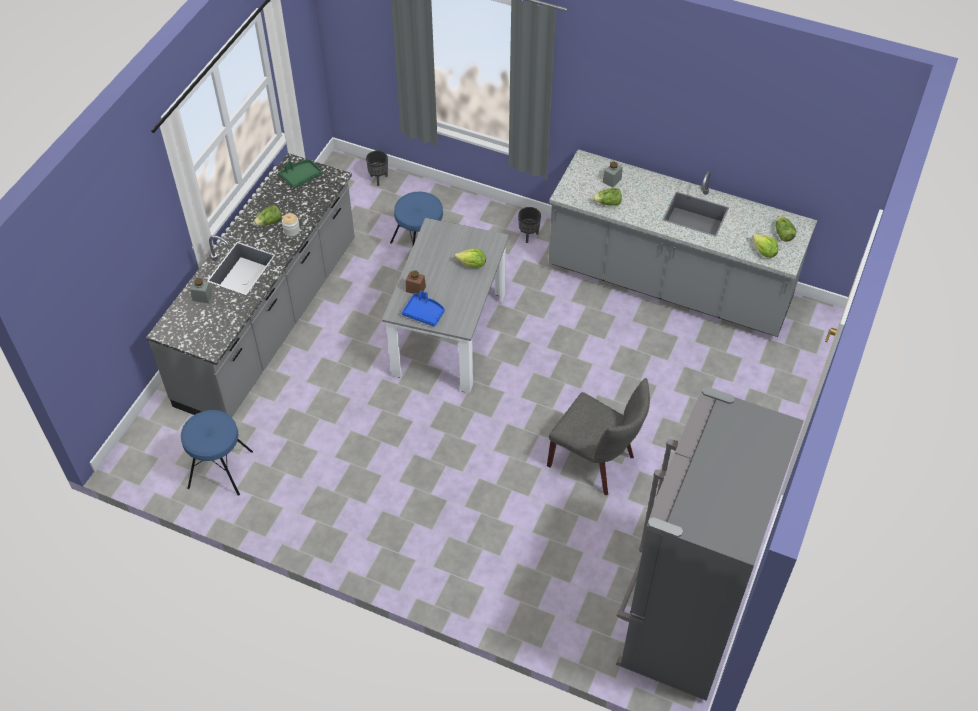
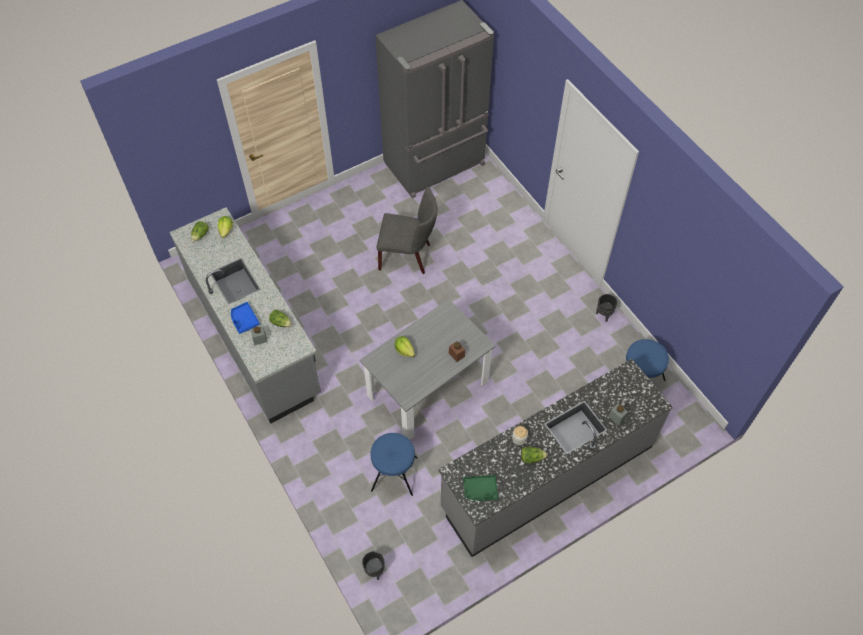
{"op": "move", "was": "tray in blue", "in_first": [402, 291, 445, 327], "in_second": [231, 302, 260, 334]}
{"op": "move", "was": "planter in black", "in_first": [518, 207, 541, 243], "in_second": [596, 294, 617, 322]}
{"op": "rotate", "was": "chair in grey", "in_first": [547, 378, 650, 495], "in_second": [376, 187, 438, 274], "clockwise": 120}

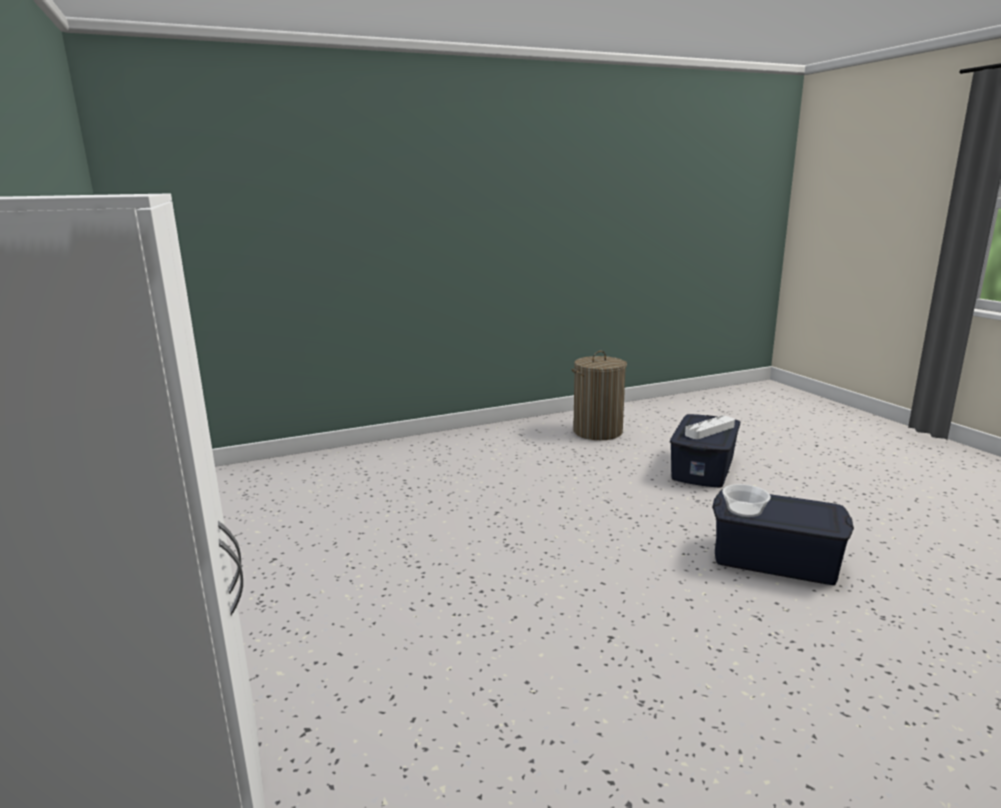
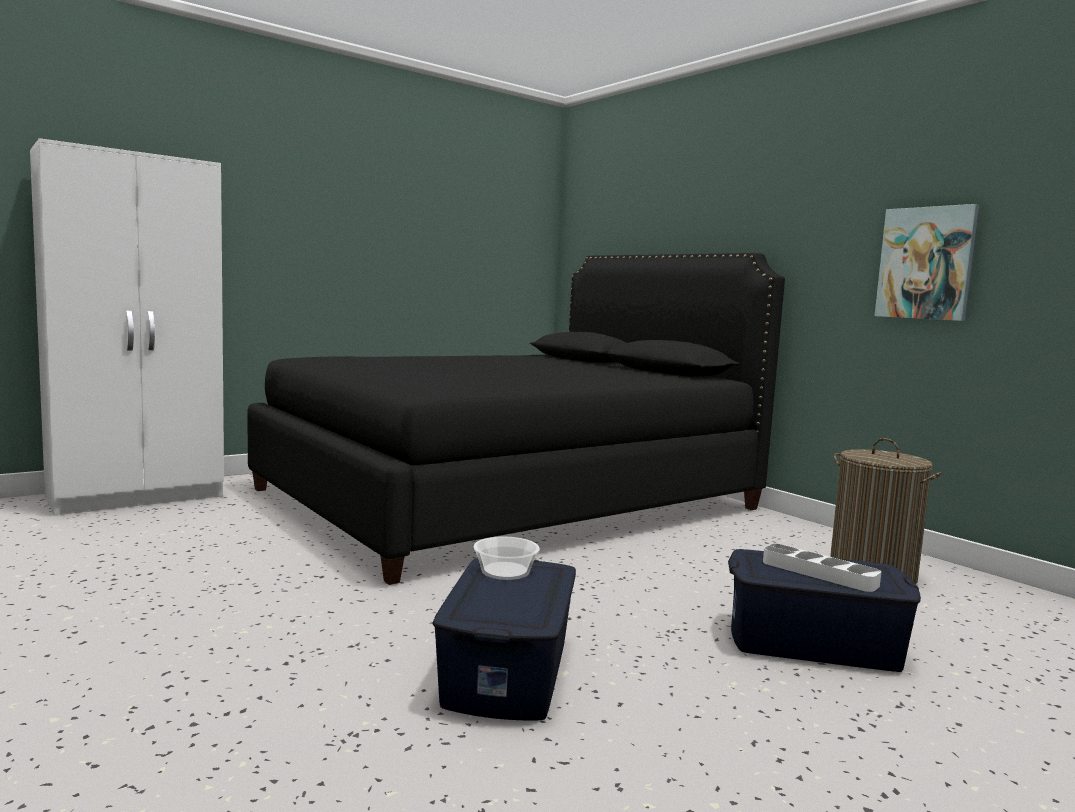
{"op": "insert", "now": "bed in black", "in_second": [247, 253, 785, 585]}
{"op": "insert", "now": "picture", "in_second": [874, 204, 979, 321]}

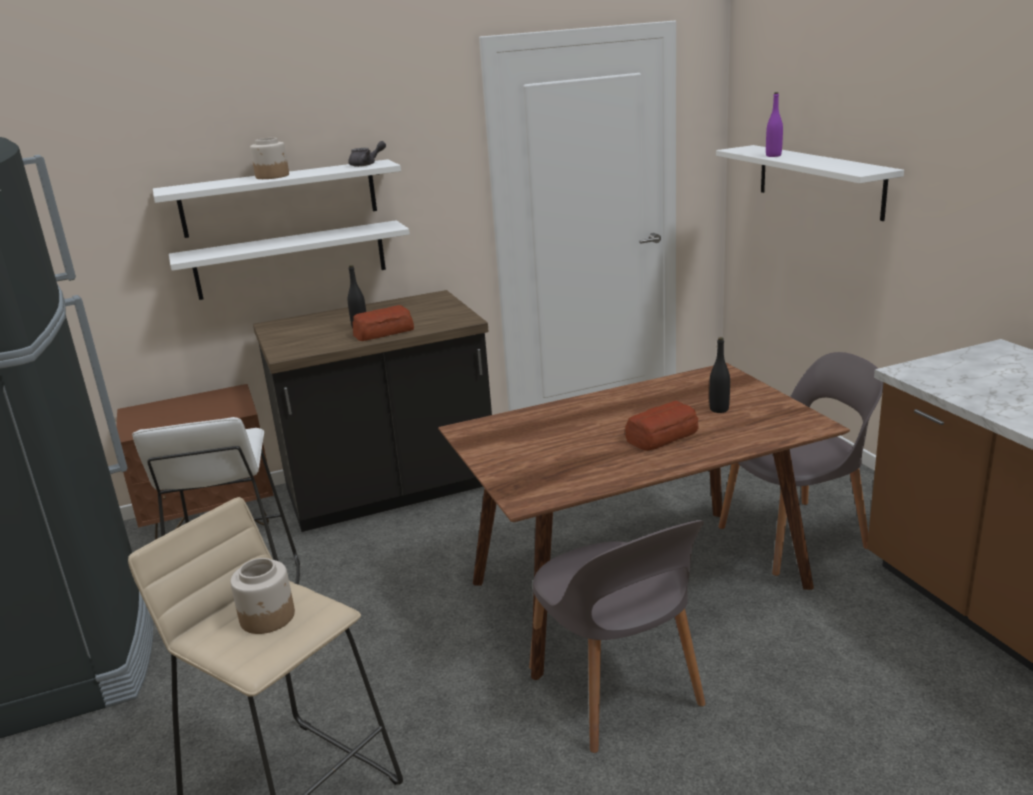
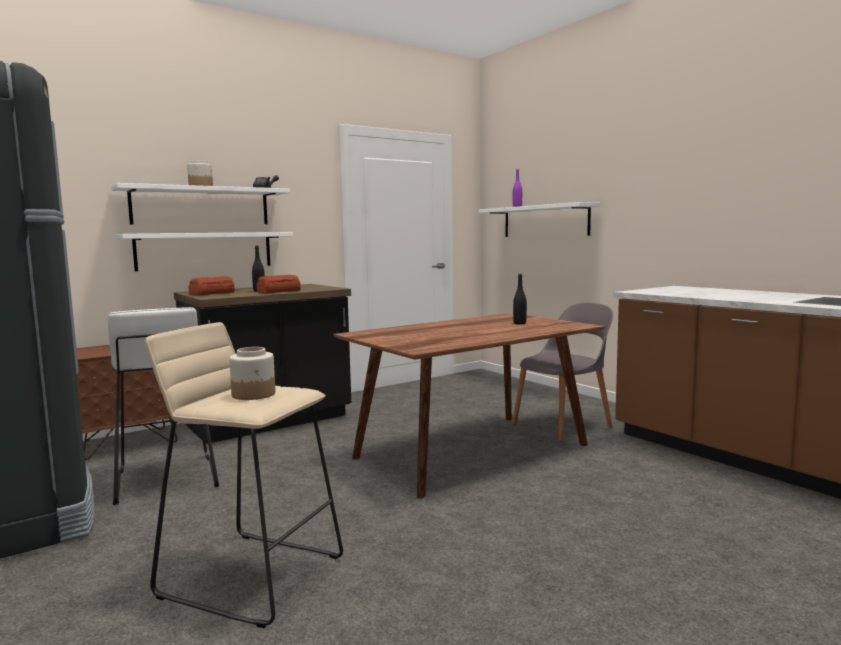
{"op": "delete", "was": "chair in grey", "in_first": [529, 520, 706, 753]}
{"op": "move", "was": "bread", "in_first": [625, 401, 699, 451], "in_second": [188, 276, 235, 295]}

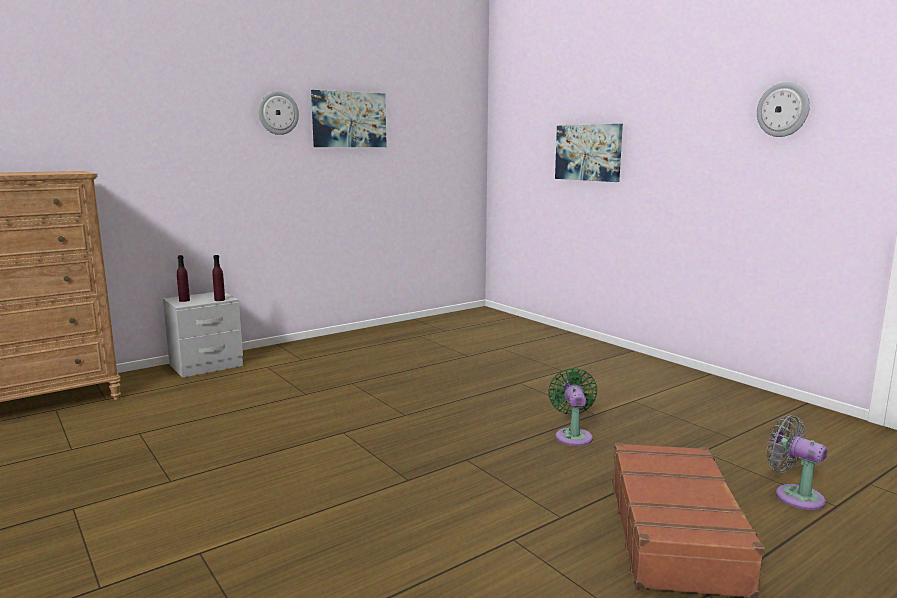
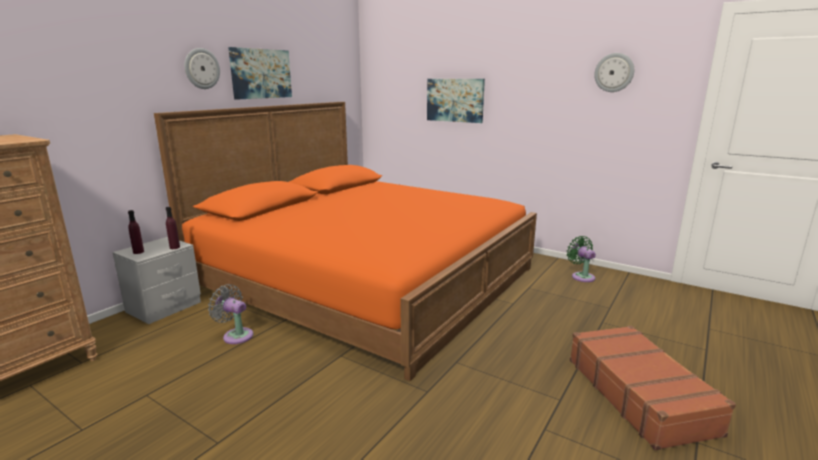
{"op": "move", "was": "fan in green", "in_first": [548, 368, 598, 446], "in_second": [567, 236, 596, 282]}
{"op": "move", "was": "fan in grey", "in_first": [767, 415, 828, 510], "in_second": [208, 284, 253, 344]}
{"op": "insert", "now": "bed in orange", "in_second": [154, 102, 537, 381]}

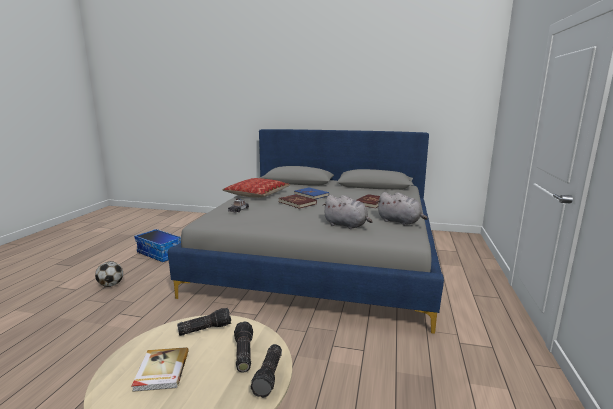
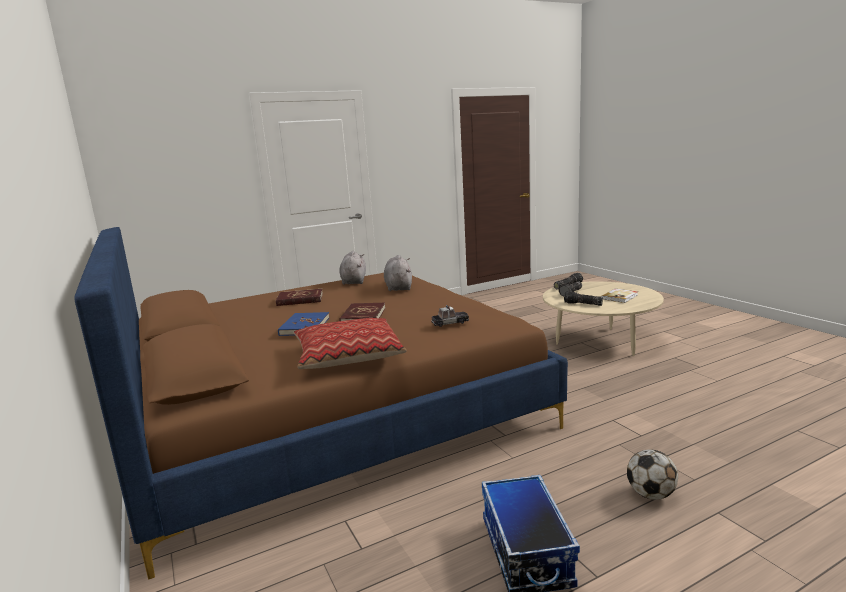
{"op": "recolor", "was": "bed in grey", "now": "bed in brown", "in_first": [168, 129, 444, 334], "in_second": [74, 227, 568, 579]}

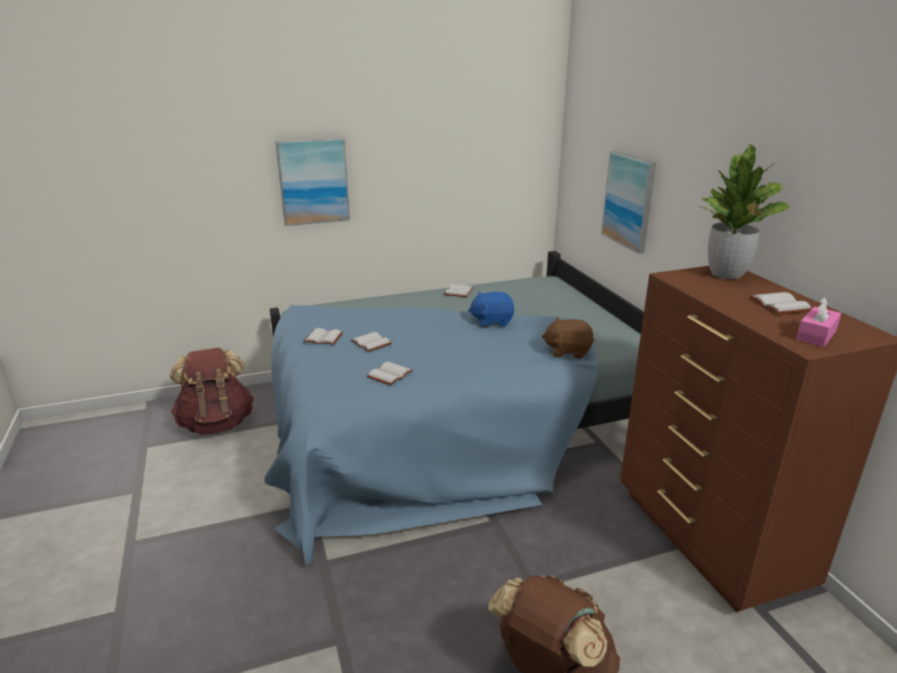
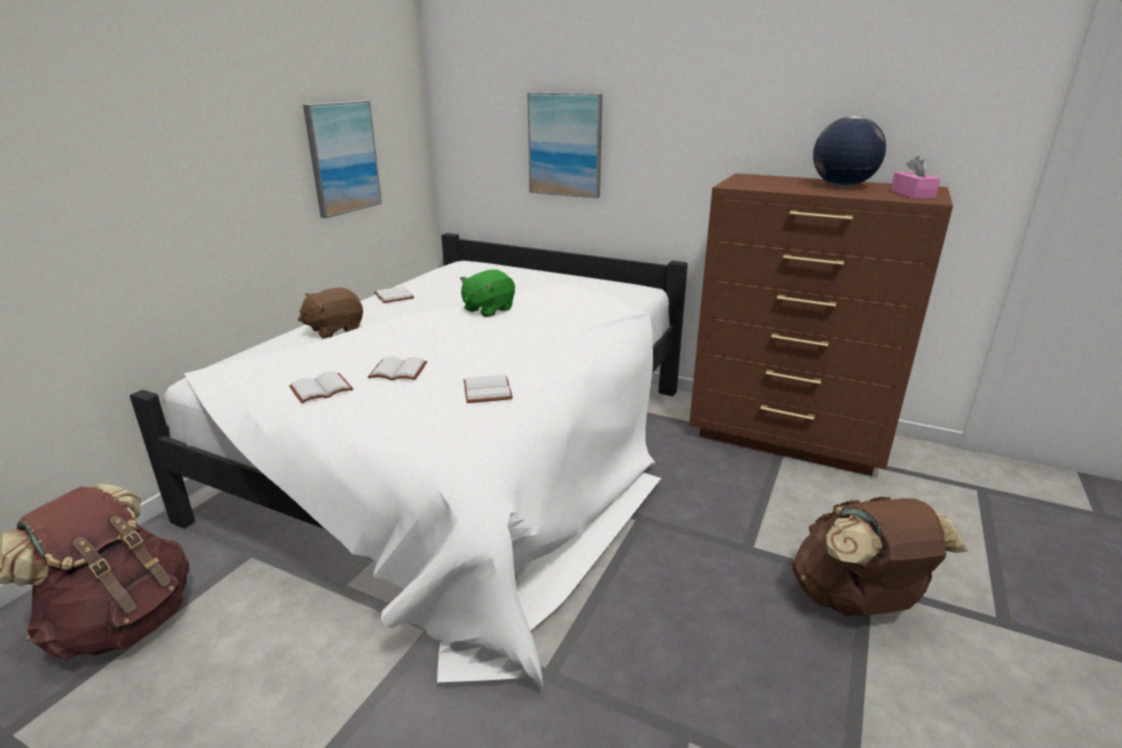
{"op": "recolor", "was": "bed in blue", "now": "bed in white", "in_first": [264, 251, 644, 565], "in_second": [130, 233, 688, 689]}
{"op": "move", "was": "picture", "in_first": [275, 137, 350, 226], "in_second": [303, 101, 382, 218]}
{"op": "recolor", "was": "plush toy in blue", "now": "plush toy in green", "in_first": [468, 292, 515, 327], "in_second": [460, 269, 515, 317]}
{"op": "move", "was": "plush toy in brown", "in_first": [542, 317, 594, 359], "in_second": [298, 287, 363, 338]}
{"op": "delete", "was": "potted plant", "in_first": [699, 144, 790, 279]}
{"op": "replace", "was": "book in white", "now": "globe", "in_first": [750, 292, 812, 314], "in_second": [813, 116, 886, 187]}

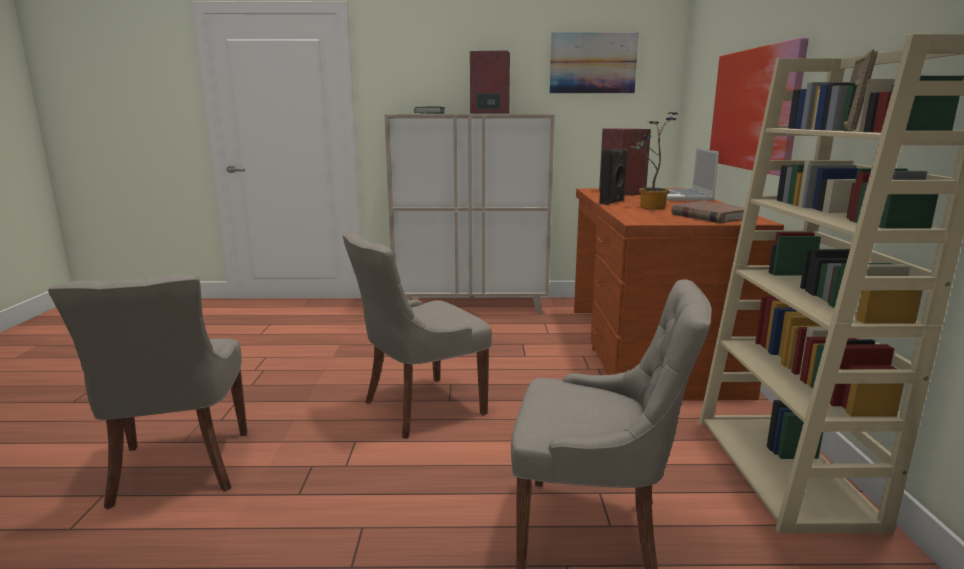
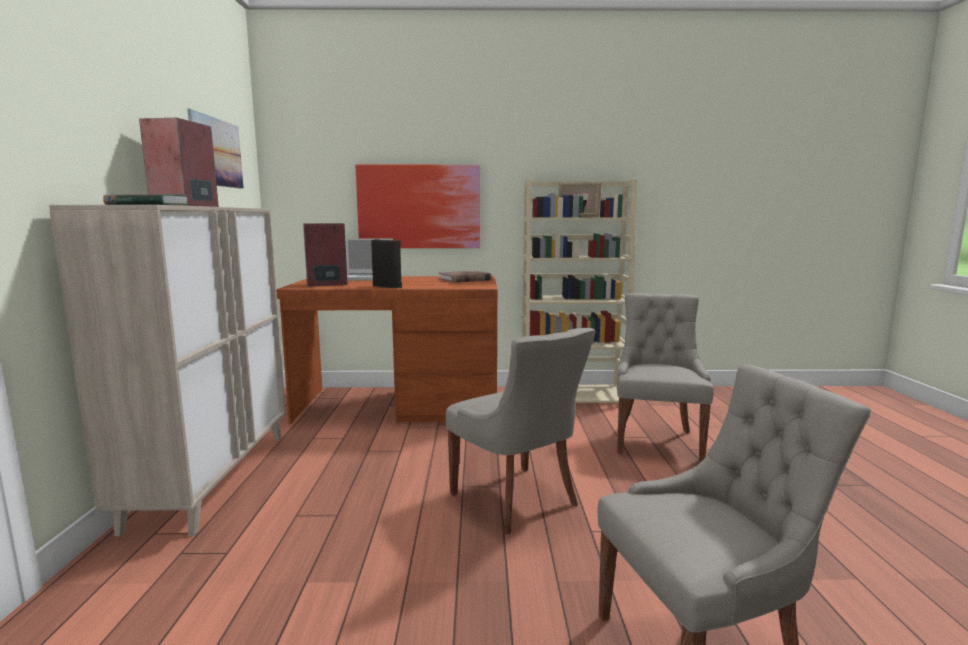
{"op": "delete", "was": "potted plant", "in_first": [631, 112, 678, 209]}

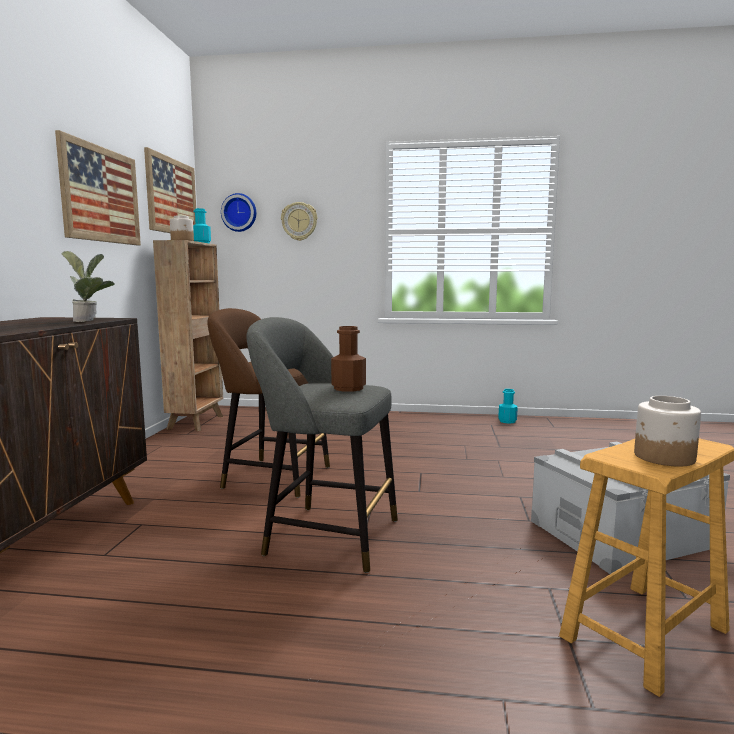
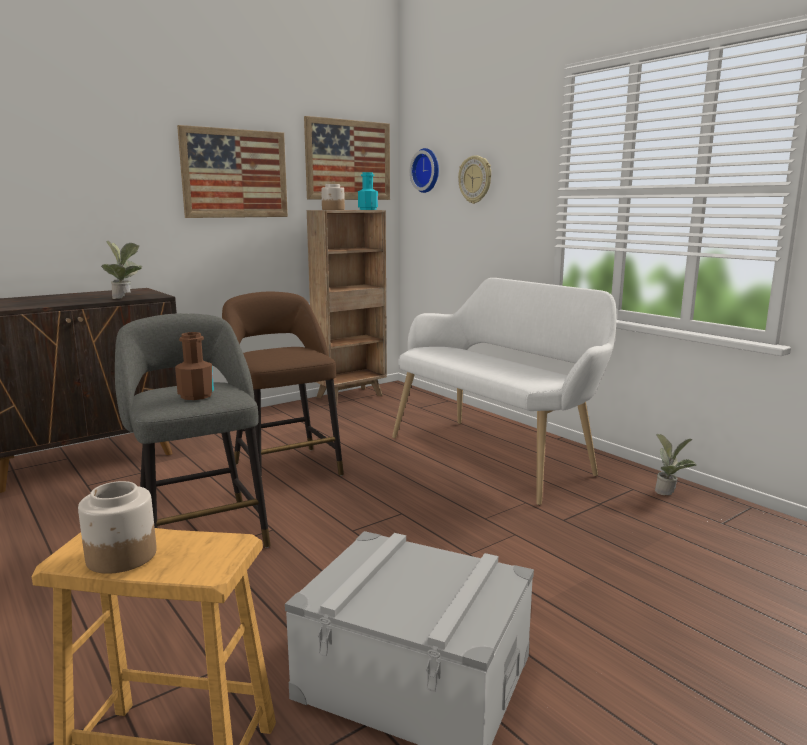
{"op": "replace", "was": "bottle in turquoise", "now": "potted plant", "in_first": [498, 389, 518, 424], "in_second": [655, 434, 696, 495]}
{"op": "insert", "now": "bench in white", "in_second": [392, 278, 616, 505]}

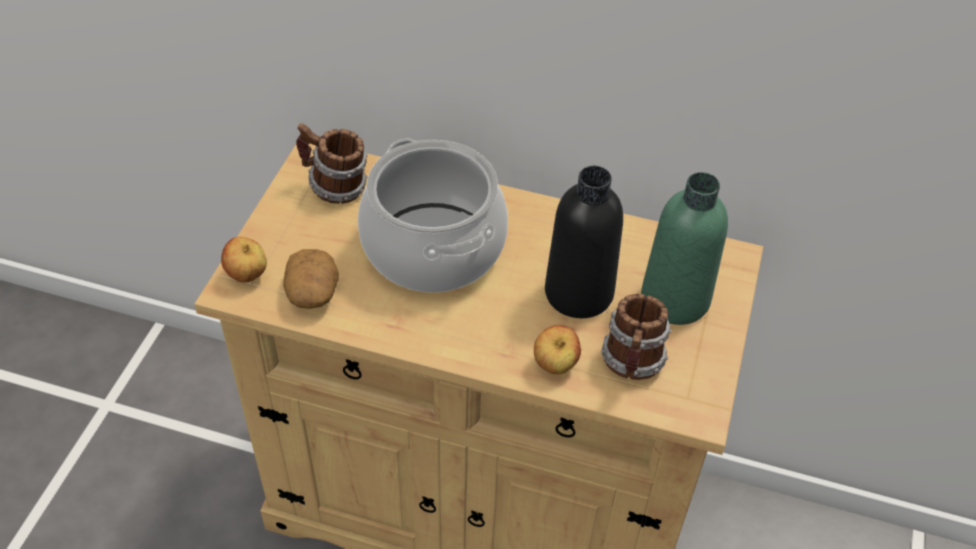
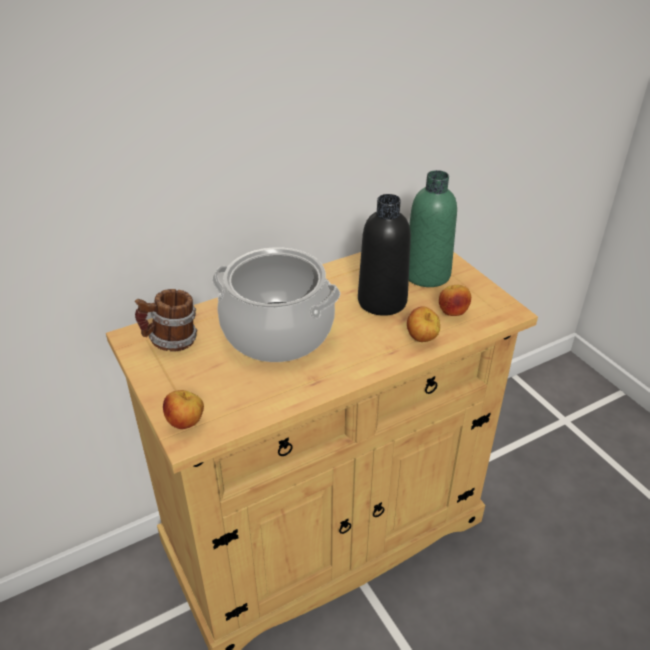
{"op": "delete", "was": "potato", "in_first": [283, 249, 339, 309]}
{"op": "replace", "was": "mug", "now": "apple", "in_first": [601, 294, 671, 380], "in_second": [439, 285, 471, 316]}

